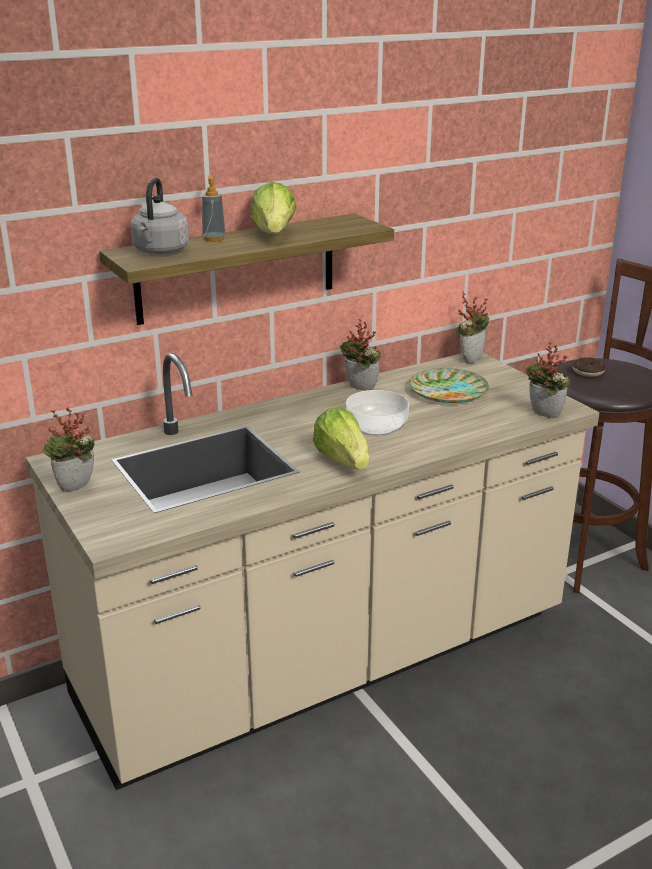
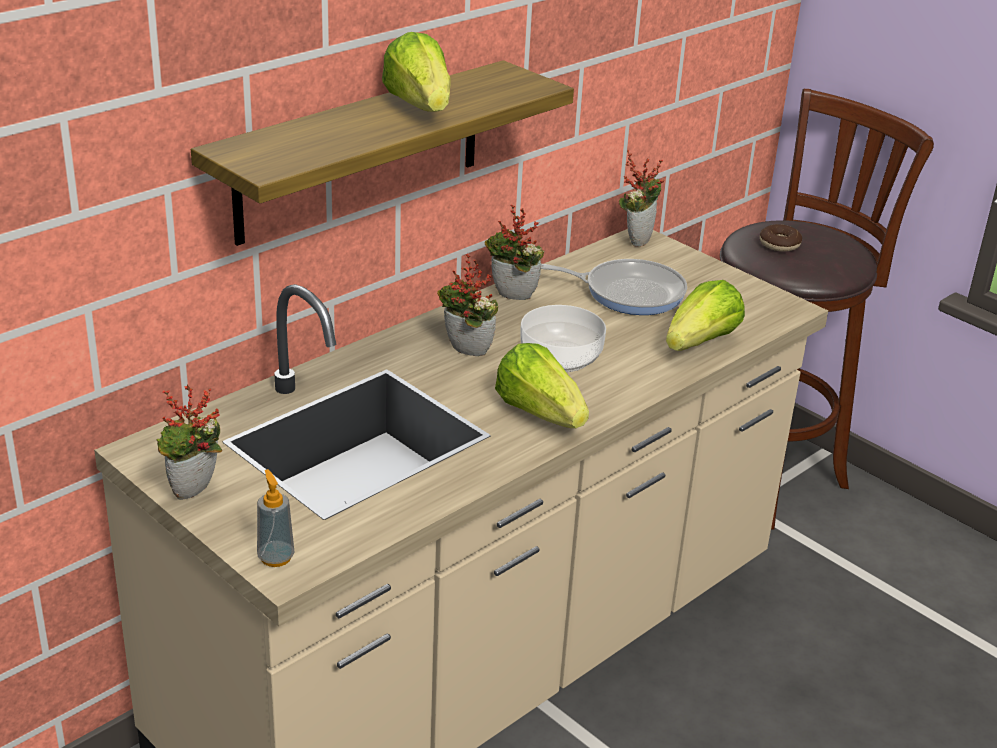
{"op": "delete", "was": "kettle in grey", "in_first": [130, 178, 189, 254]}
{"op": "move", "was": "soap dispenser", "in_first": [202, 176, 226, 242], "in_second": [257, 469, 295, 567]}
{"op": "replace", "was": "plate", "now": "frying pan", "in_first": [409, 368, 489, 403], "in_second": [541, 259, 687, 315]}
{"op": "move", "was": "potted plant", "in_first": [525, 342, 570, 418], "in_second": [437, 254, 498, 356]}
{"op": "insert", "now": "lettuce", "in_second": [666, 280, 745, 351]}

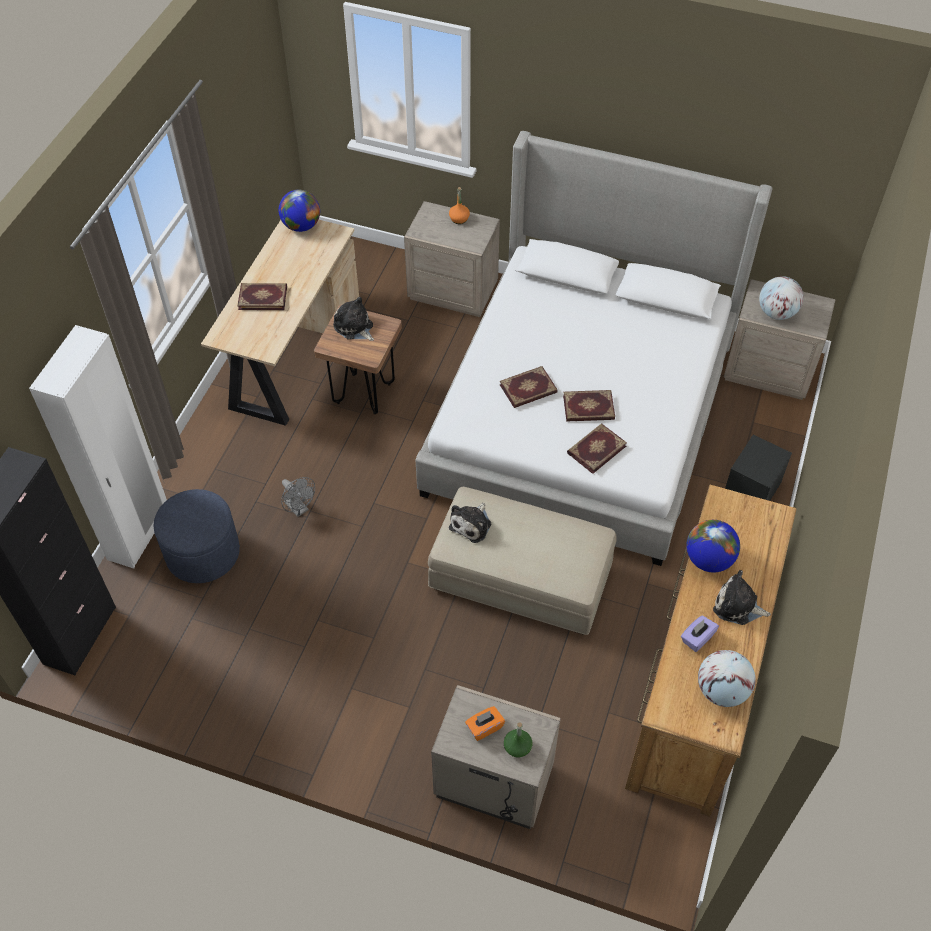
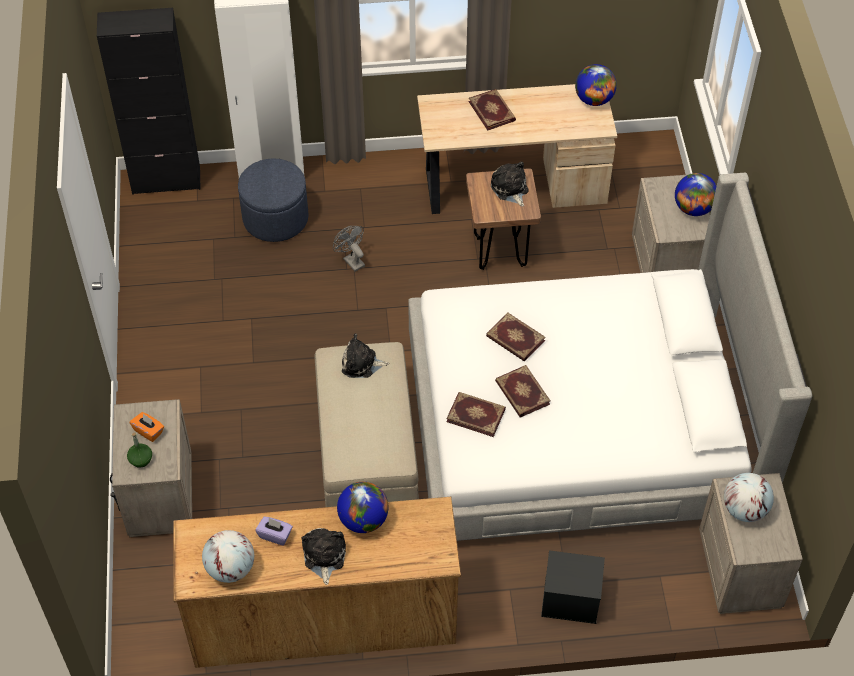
{"op": "rotate", "was": "fan in grey", "in_first": [281, 477, 315, 517], "in_second": [333, 226, 365, 272], "clockwise": 120}
{"op": "rotate", "was": "plush toy", "in_first": [333, 297, 374, 341], "in_second": [491, 162, 529, 207], "clockwise": -45}
{"op": "replace", "was": "bottle in orange", "now": "globe", "in_first": [449, 187, 470, 224], "in_second": [675, 173, 716, 216]}

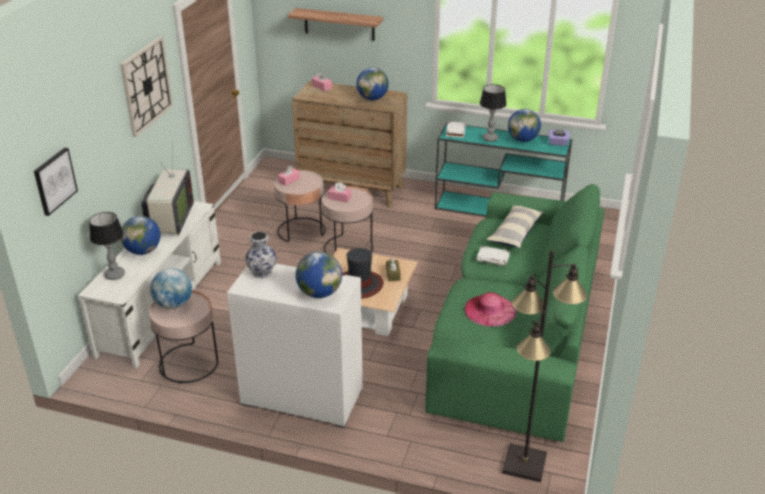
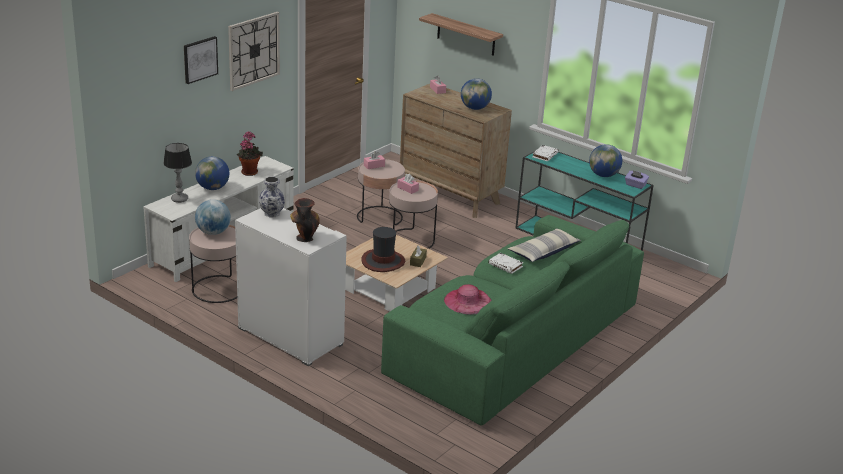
{"op": "move", "was": "picture", "in_first": [34, 148, 78, 216], "in_second": [184, 36, 218, 84]}
{"op": "replace", "was": "television", "now": "potted plant", "in_first": [141, 157, 194, 236], "in_second": [237, 132, 263, 176]}
{"op": "replace", "was": "globe", "now": "vase", "in_first": [296, 252, 342, 298], "in_second": [290, 198, 320, 242]}
{"op": "delete", "was": "table lamp", "in_first": [480, 84, 506, 142]}
{"op": "delete", "was": "floor lamp in black", "in_first": [502, 250, 587, 482]}

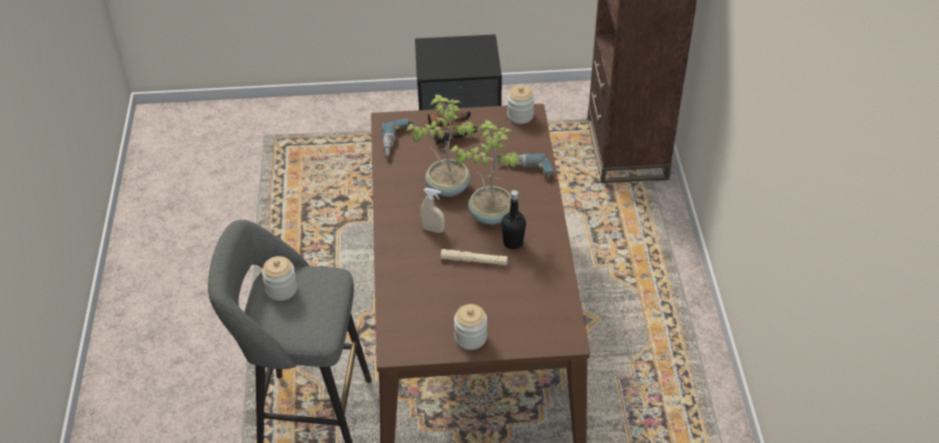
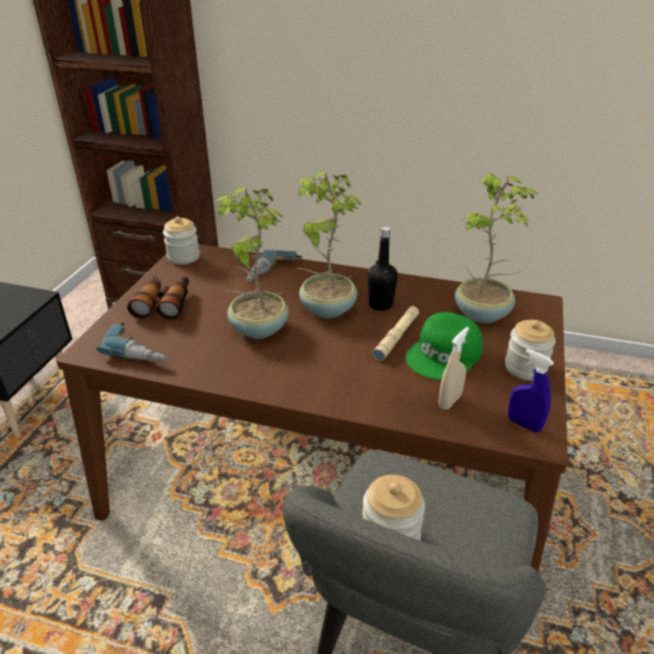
{"op": "move", "was": "spray bottle in beige", "in_first": [421, 188, 445, 233], "in_second": [439, 327, 469, 410]}
{"op": "insert", "now": "cap in green", "in_second": [406, 312, 483, 380]}
{"op": "insert", "now": "potted plant", "in_second": [455, 173, 540, 323]}
{"op": "insert", "now": "spray bottle in blue", "in_second": [508, 349, 554, 433]}

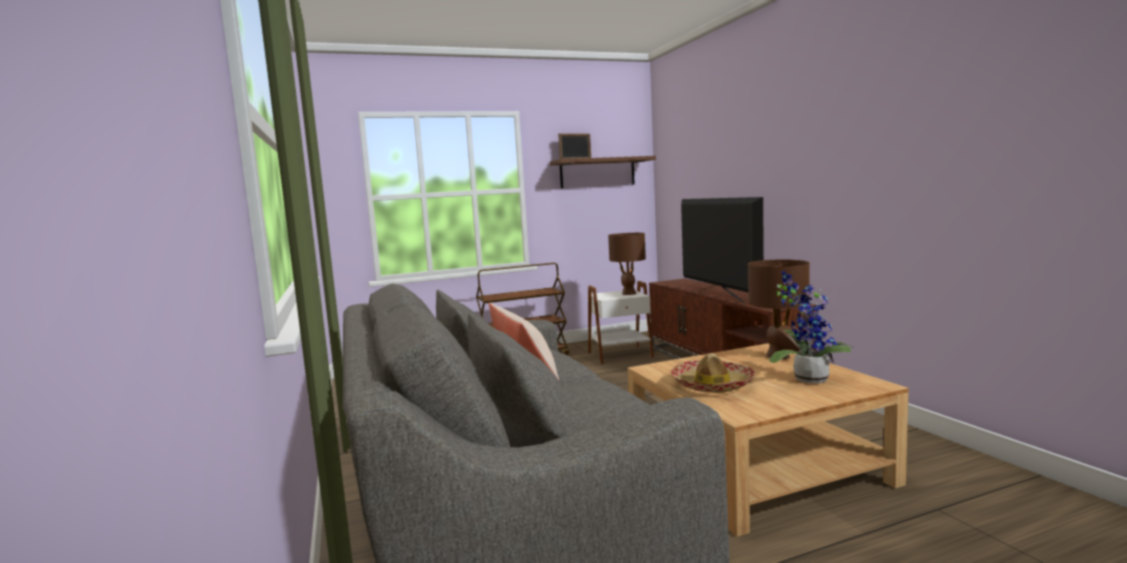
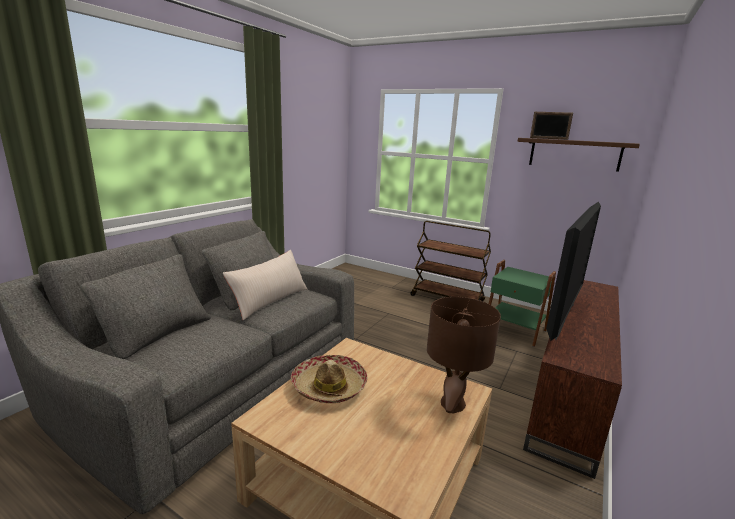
{"op": "recolor", "was": "side table in white", "now": "side table in green", "in_first": [588, 281, 654, 365], "in_second": [489, 260, 556, 347]}
{"op": "delete", "was": "table lamp in brown", "in_first": [608, 233, 646, 295]}
{"op": "delete", "was": "potted plant", "in_first": [769, 271, 855, 383]}

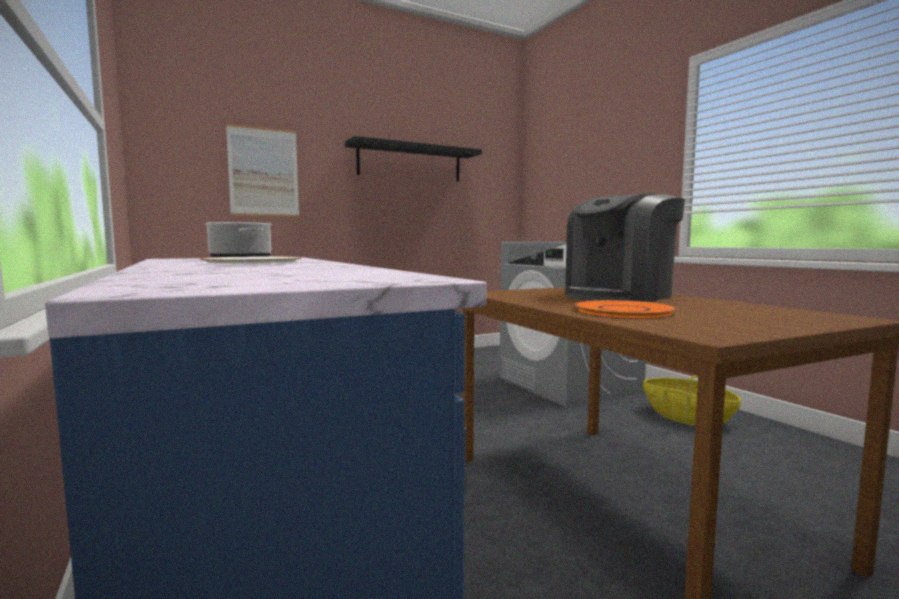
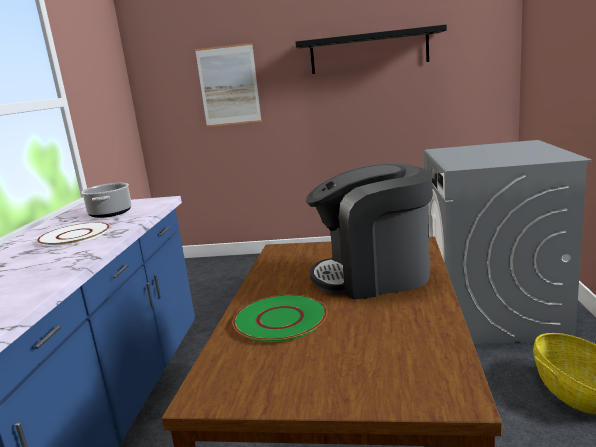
{"op": "recolor", "was": "plate in orange", "now": "plate in green", "in_first": [574, 300, 678, 318], "in_second": [233, 295, 327, 342]}

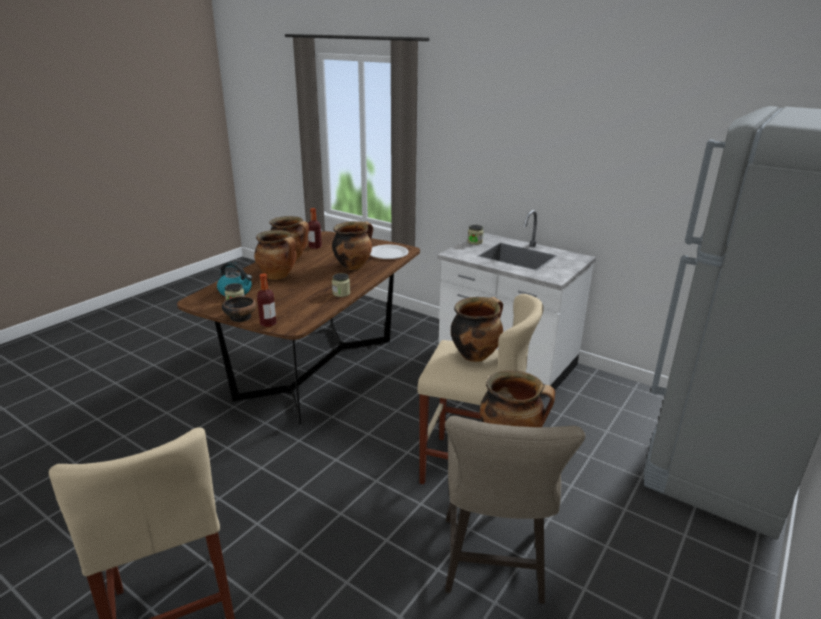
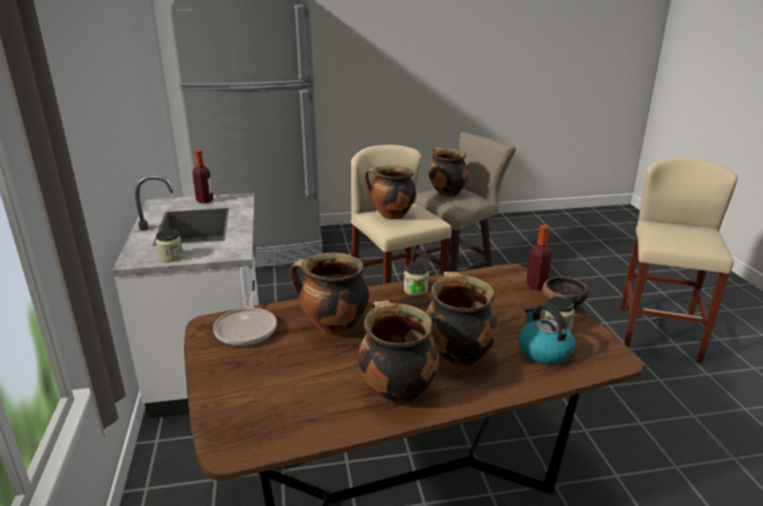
{"op": "move", "was": "bottle", "in_first": [308, 208, 322, 249], "in_second": [192, 150, 213, 204]}
{"op": "replace", "was": "plate in white", "now": "frying pan", "in_first": [370, 245, 409, 259], "in_second": [213, 291, 277, 346]}

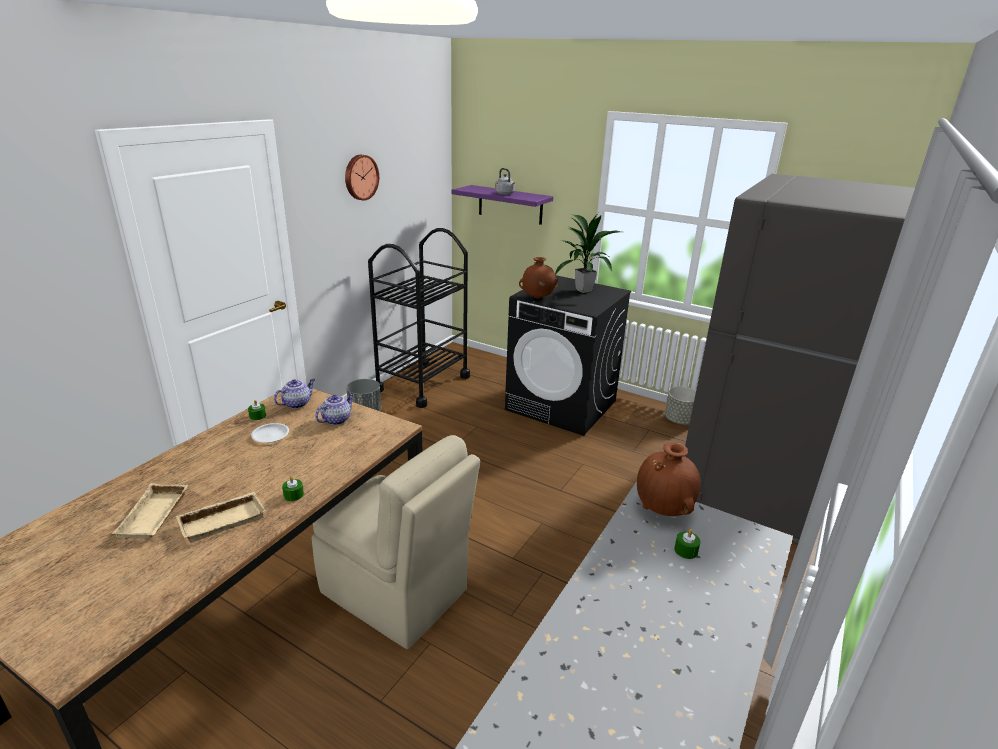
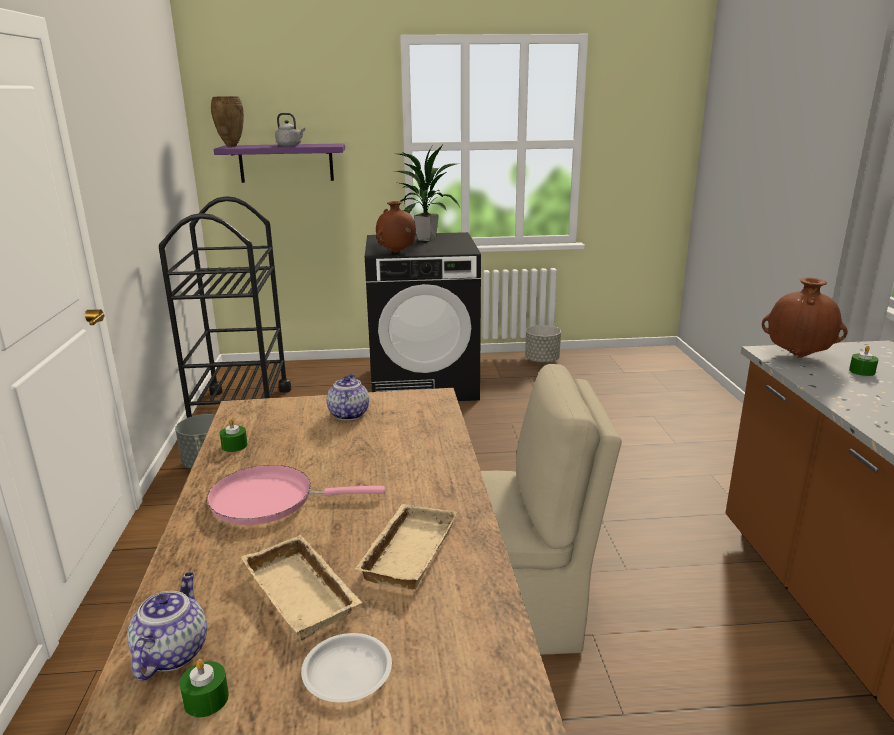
{"op": "move", "was": "plate in white", "in_first": [251, 423, 289, 443], "in_second": [301, 633, 392, 702]}
{"op": "move", "was": "teapot", "in_first": [274, 379, 315, 409], "in_second": [127, 572, 207, 680]}
{"op": "move", "was": "candle in green", "in_first": [282, 476, 304, 501], "in_second": [179, 659, 229, 717]}
{"op": "delete", "was": "wall clock", "in_first": [345, 155, 379, 201]}
{"op": "delete", "was": "fridge in grey", "in_first": [685, 174, 915, 543]}
{"op": "insert", "now": "frying pan in pink", "in_second": [207, 465, 385, 525]}
{"op": "insert", "now": "vase in brown", "in_second": [211, 96, 244, 147]}

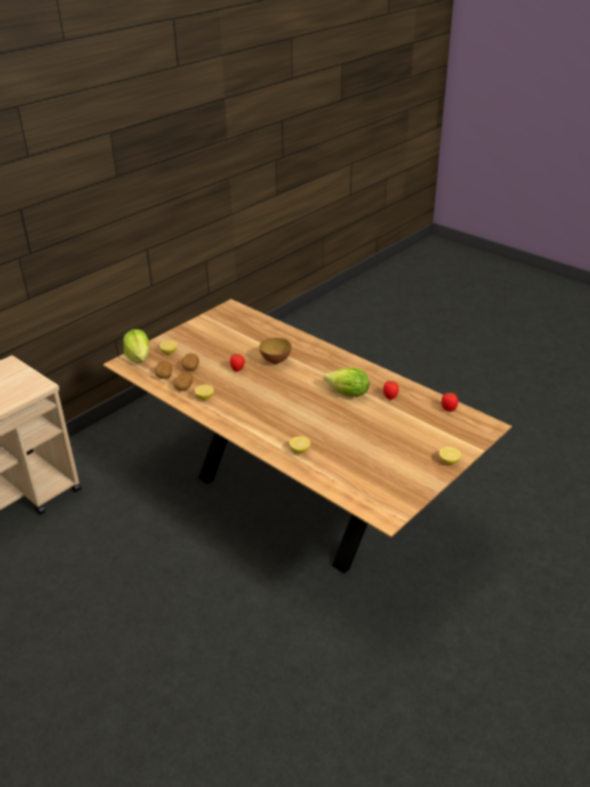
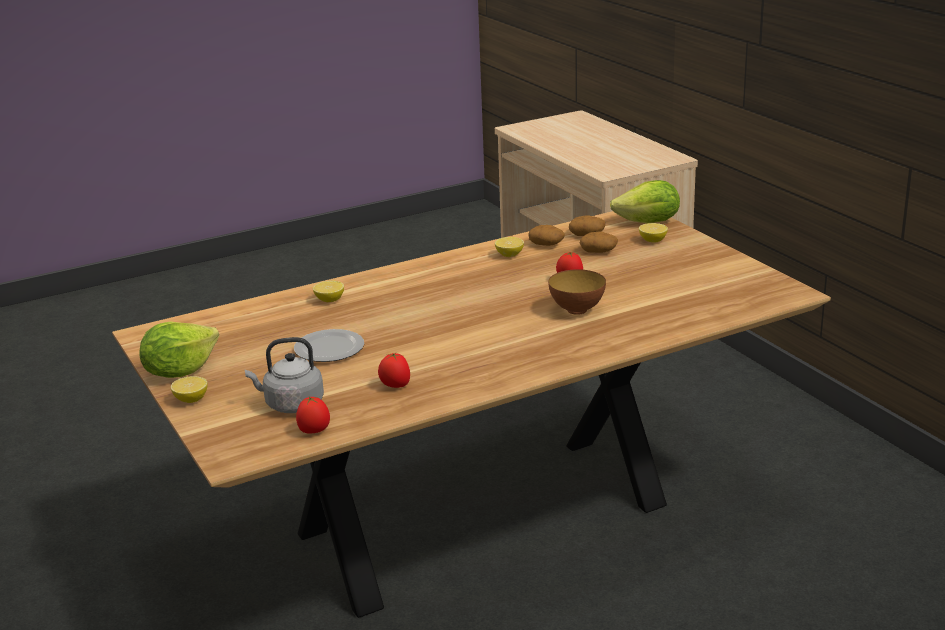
{"op": "move", "was": "lettuce", "in_first": [324, 367, 369, 397], "in_second": [139, 321, 219, 378]}
{"op": "insert", "now": "kettle in grey", "in_second": [245, 337, 324, 413]}
{"op": "insert", "now": "plate", "in_second": [294, 329, 364, 362]}

